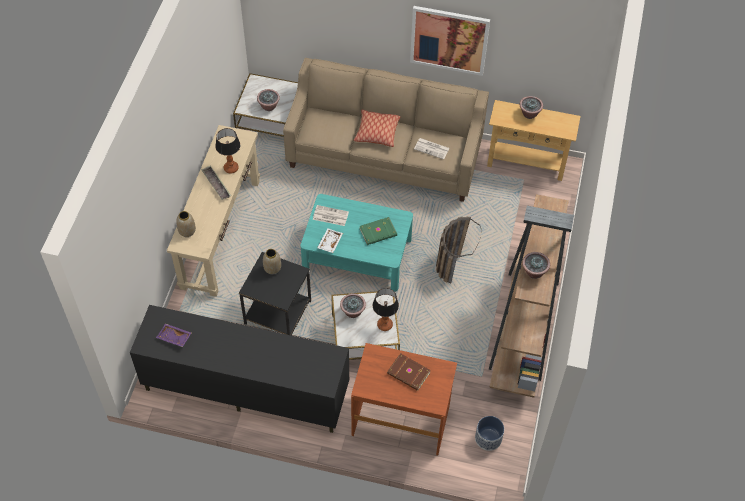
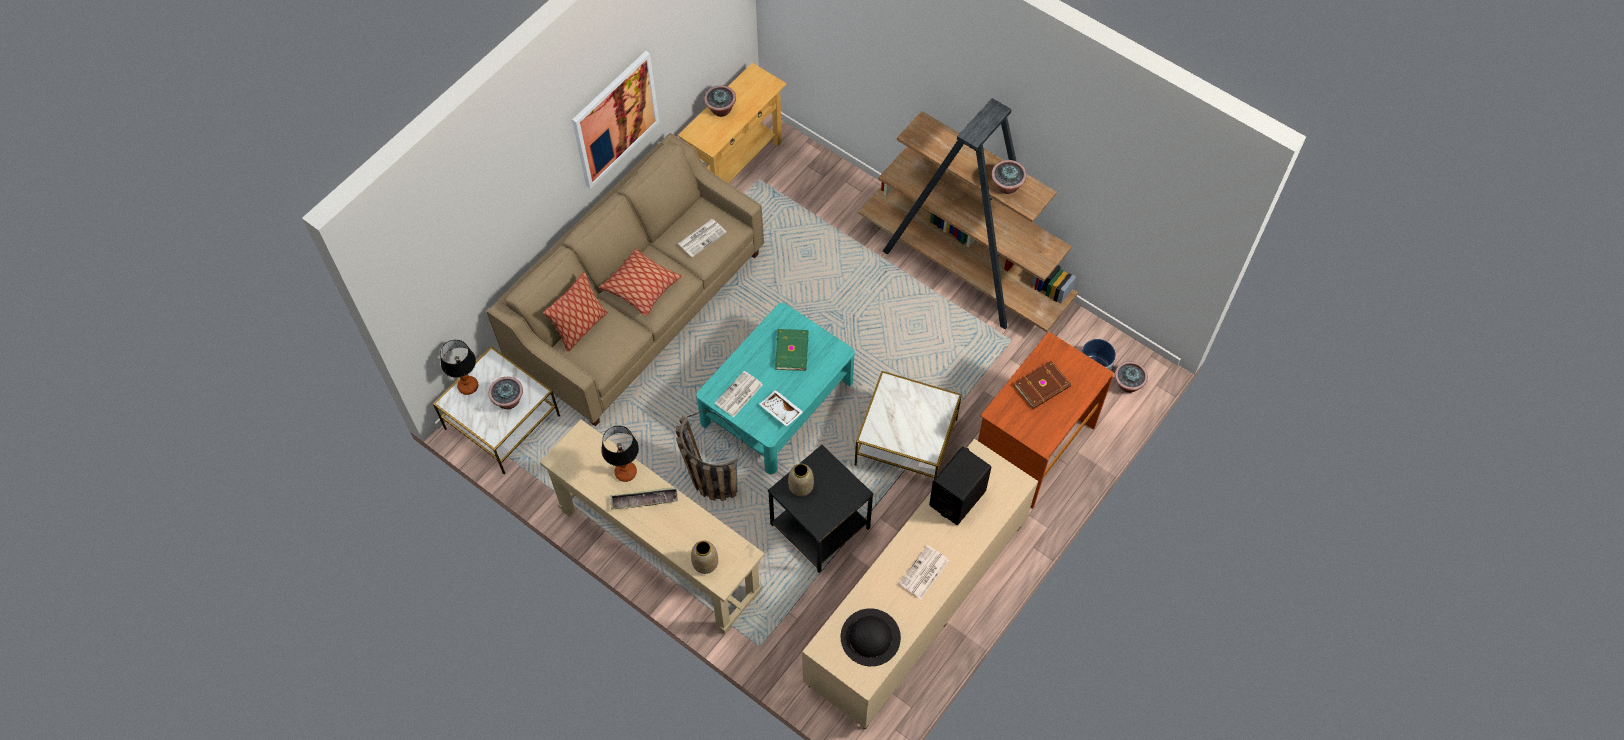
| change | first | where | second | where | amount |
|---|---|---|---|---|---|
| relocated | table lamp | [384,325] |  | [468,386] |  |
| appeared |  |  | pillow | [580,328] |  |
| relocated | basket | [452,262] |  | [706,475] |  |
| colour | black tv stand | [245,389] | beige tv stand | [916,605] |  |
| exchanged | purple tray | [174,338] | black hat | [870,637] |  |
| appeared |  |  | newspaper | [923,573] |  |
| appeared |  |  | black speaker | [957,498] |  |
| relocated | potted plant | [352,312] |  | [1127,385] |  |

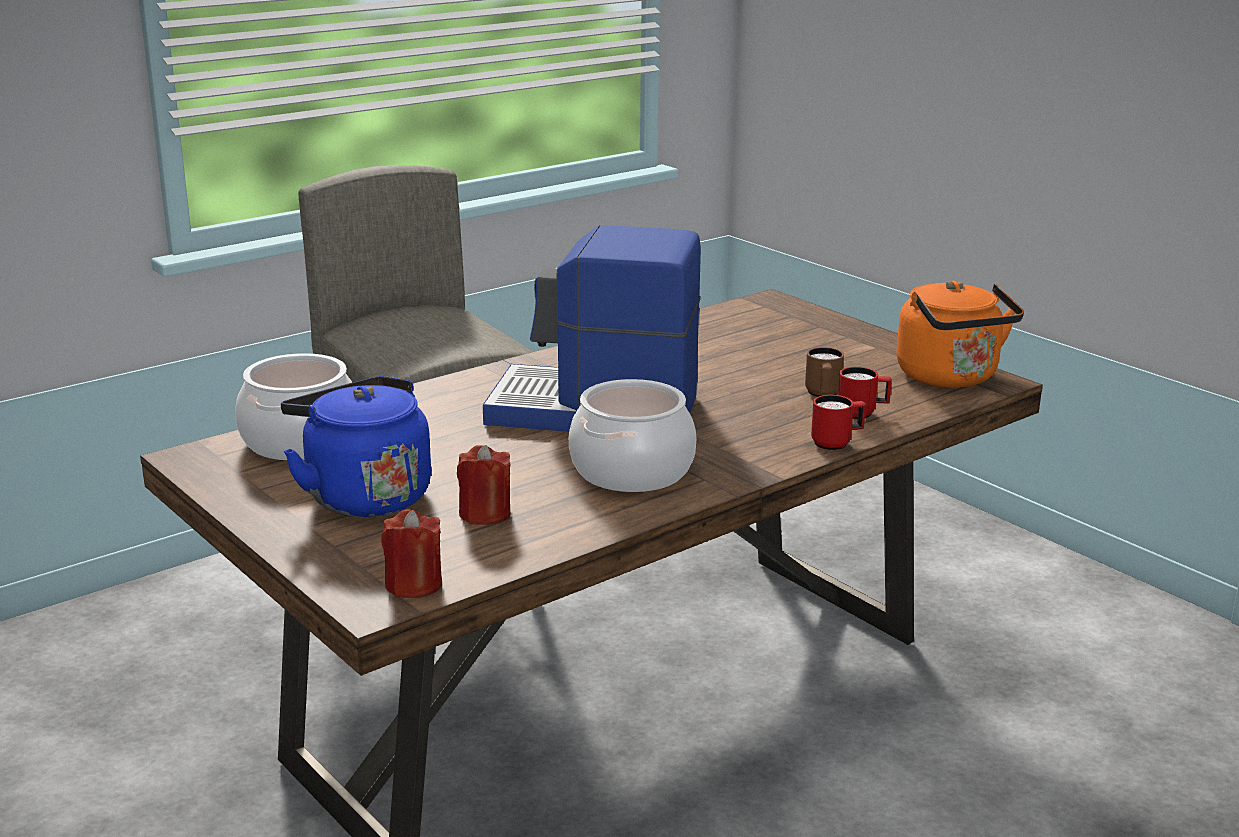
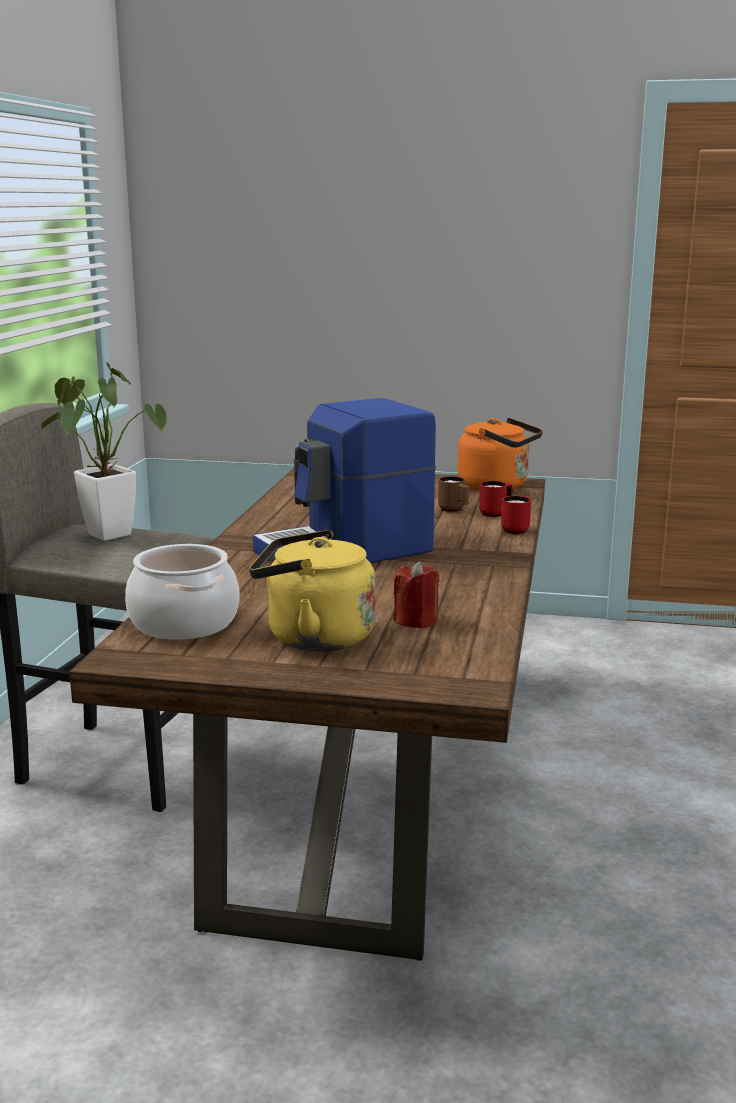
| change | first | where | second | where | amount |
|---|---|---|---|---|---|
| appeared |  |  | potted plant | [105,532] |  |
| colour | blue kettle | [363,496] | yellow kettle | [313,637] |  |
| missing | red candle | [413,585] |  |  |  |
| missing | cooking pot | [632,470] |  |  |  |

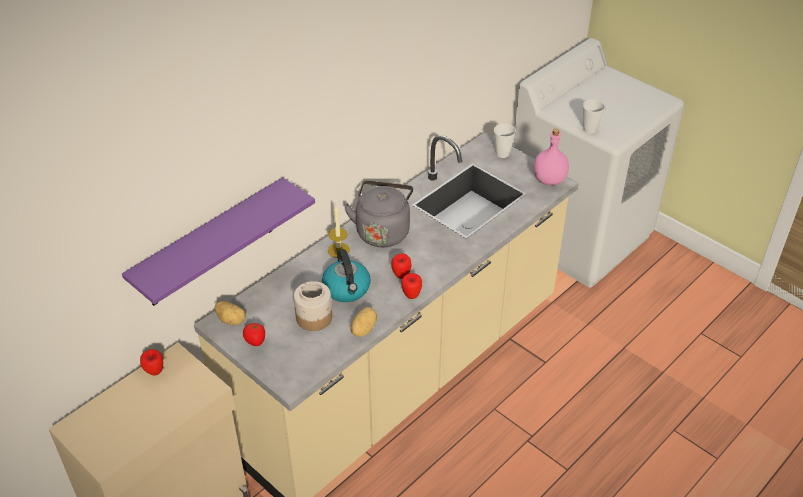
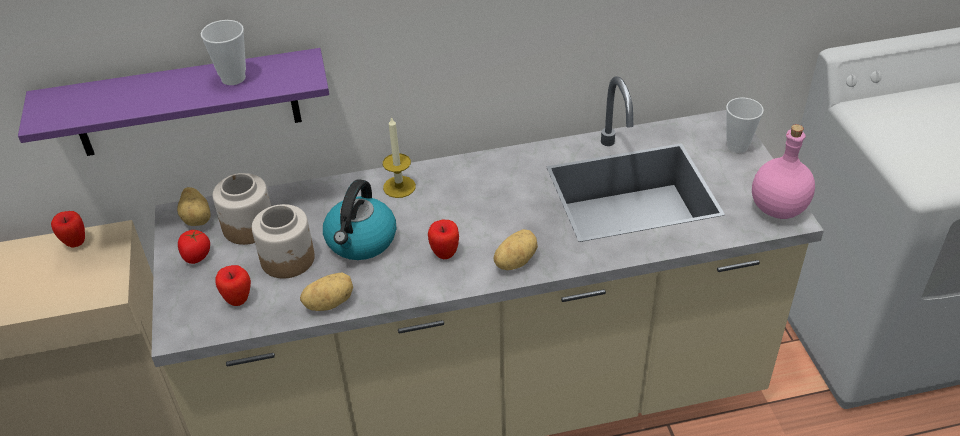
| change | first | where | second | where | amount |
|---|---|---|---|---|---|
| relocated | cup | [589,130] |  | [233,78] |  |
| appeared |  |  | jar | [248,226] |  |
| relocated | apple | [411,295] |  | [238,299] |  |
| appeared |  |  | potato | [514,261] |  |
| missing | grey kettle | [383,231] |  |  |  |

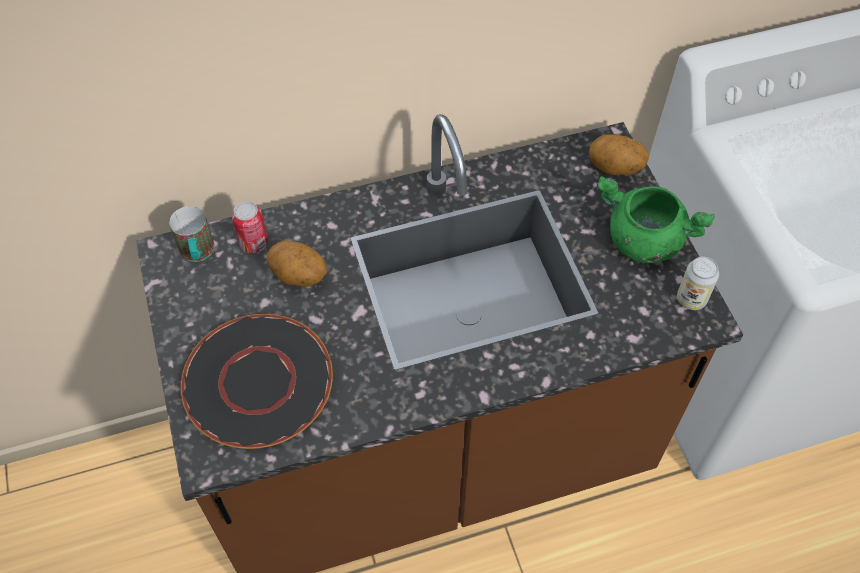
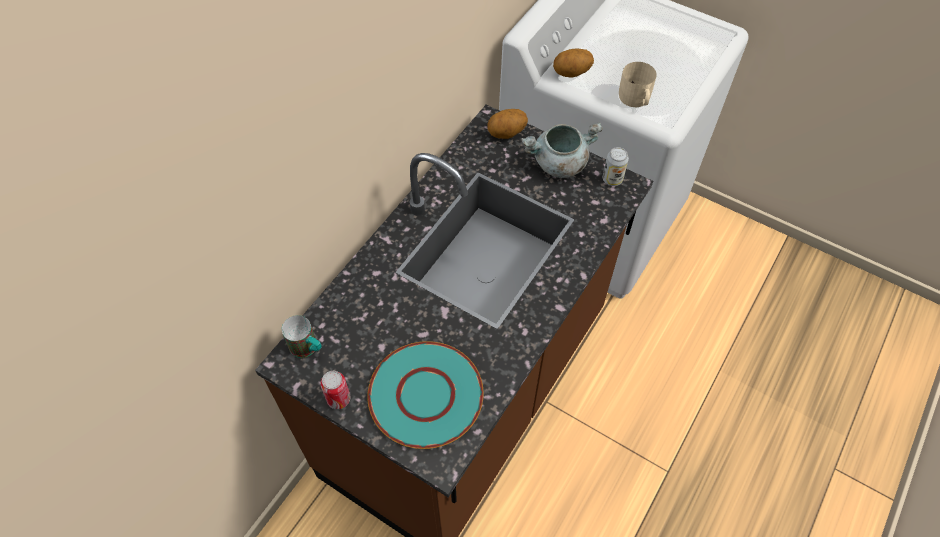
| change | first | where | second | where | amount |
|---|---|---|---|---|---|
| relocated | can | [254,243] |  | [338,399] |  |
| colour | black plate | [258,382] | turquoise plate | [426,395] |  |
| colour | green cooking pot | [642,240] | grey cooking pot | [559,164] |  |
| relocated | potato | [298,277] |  | [571,74] |  |
| appeared |  |  | beige mug | [635,100] |  |

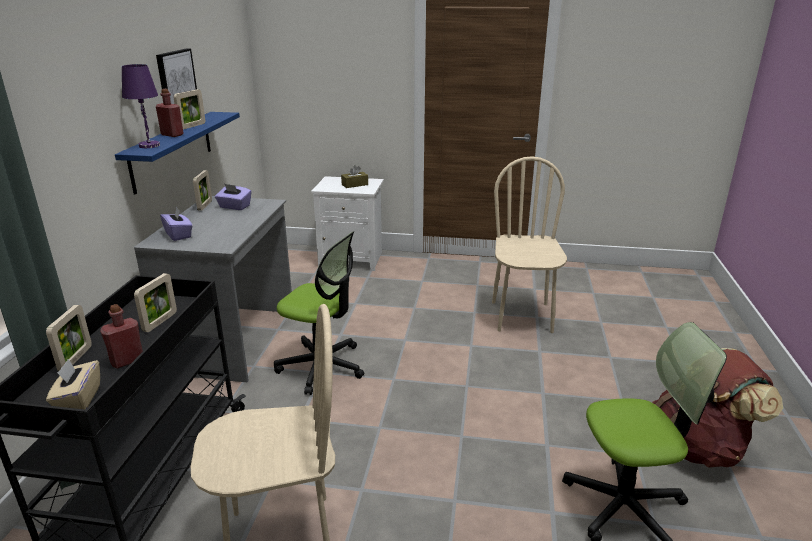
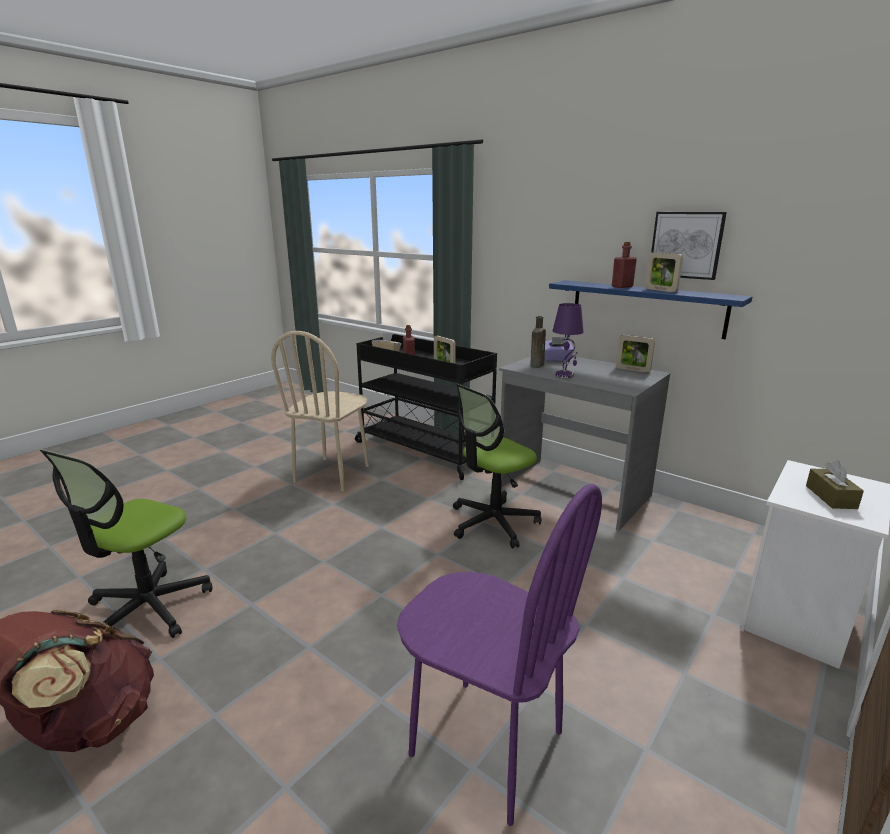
| change | first | where | second | where | amount |
|---|---|---|---|---|---|
| colour | beige chair | [522,317] | purple chair | [486,744] |  |
| appeared |  |  | brown bottle | [537,365] |  |
| relocated | purple table lamp | [149,145] |  | [564,375] |  |
| missing | picture frame | [76,359] |  |  |  |
| missing | purple tissue box | [234,207] |  |  |  |

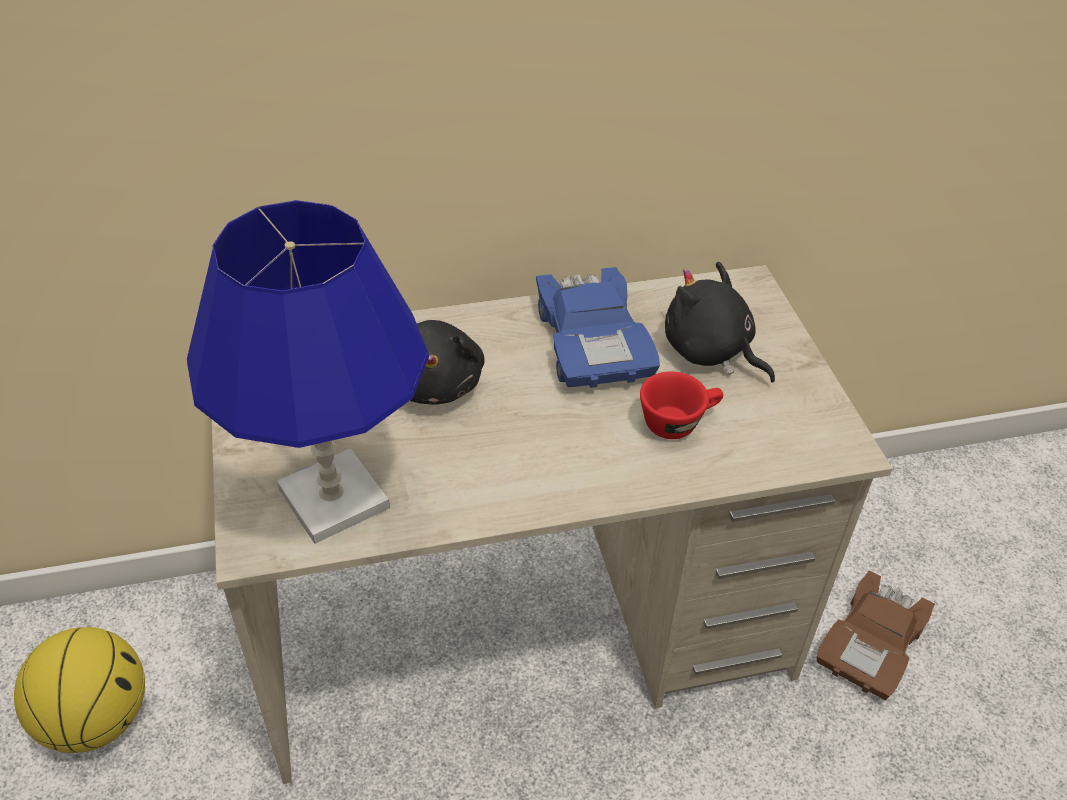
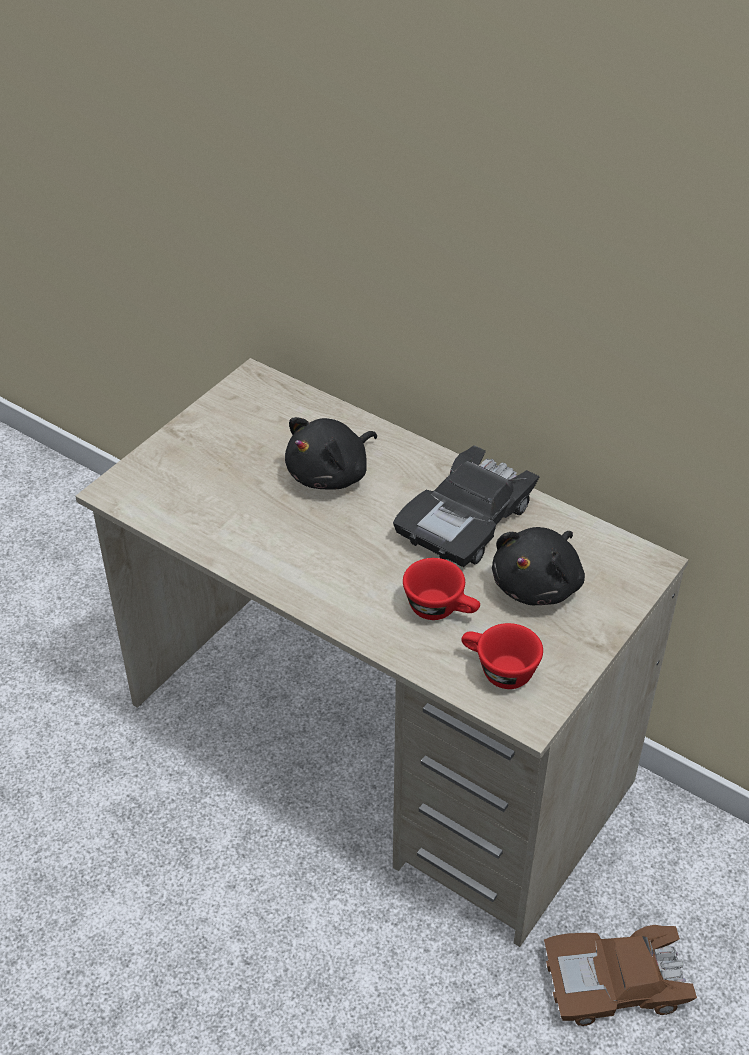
| change | first | where | second | where | amount |
|---|---|---|---|---|---|
| colour | blue toy car | [592,343] | black toy car | [466,520] |  |
| appeared |  |  | red cup | [498,670] |  |
| spun | black plush toy | [710,352] |  | [538,584] | 150 degrees counterclockwise |
| missing | basketball | [97,718] |  |  |  |
| missing | blue table lamp | [332,499] |  |  |  |

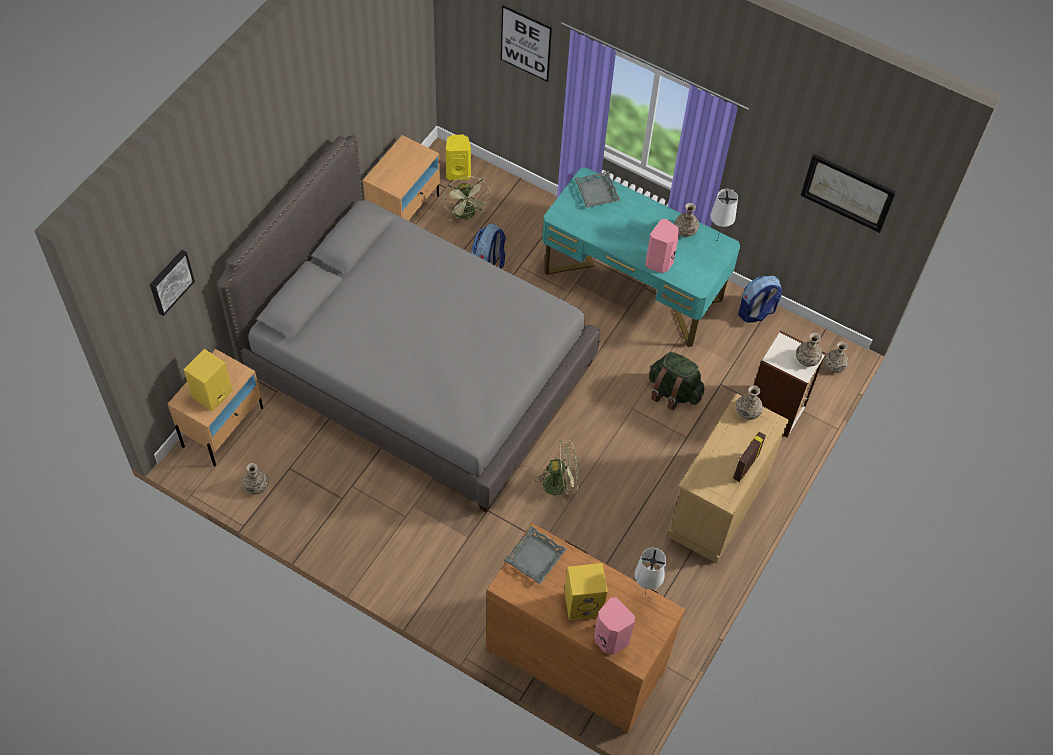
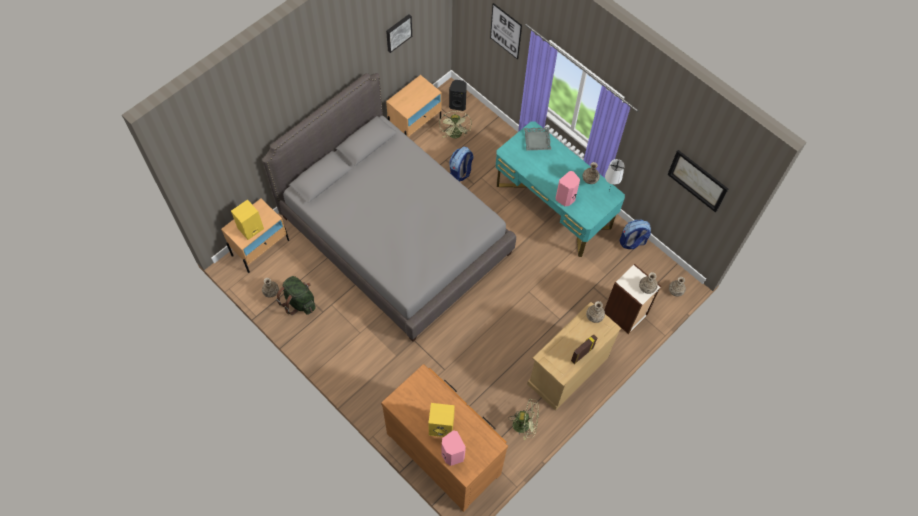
| change | first | where | second | where | amount |
|---|---|---|---|---|---|
| relocated | green backpack | [673,392] |  | [299,301] |  |
| relocated | picture | [170,281] |  | [398,32] |  |
| colour | yellow speaker | [458,172] | black speaker | [458,104] |  |
| relocated | green fan | [560,483] |  | [525,424] |  |
| missing | grey tray | [535,557] |  |  |  |
| missing | white table lamp | [643,597] |  |  |  |

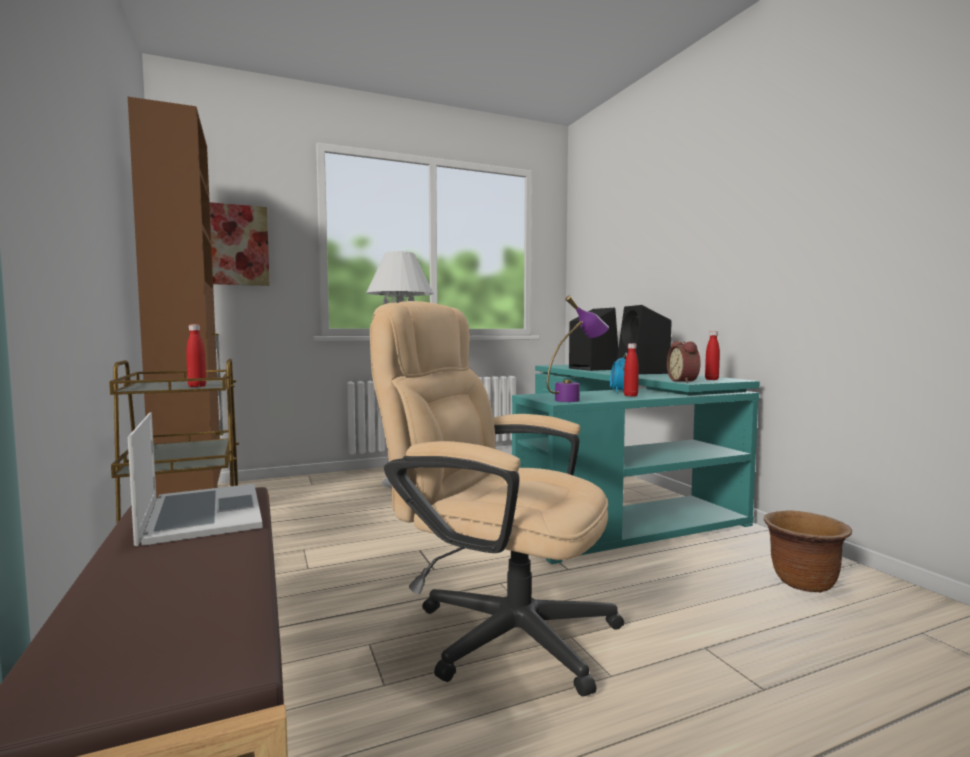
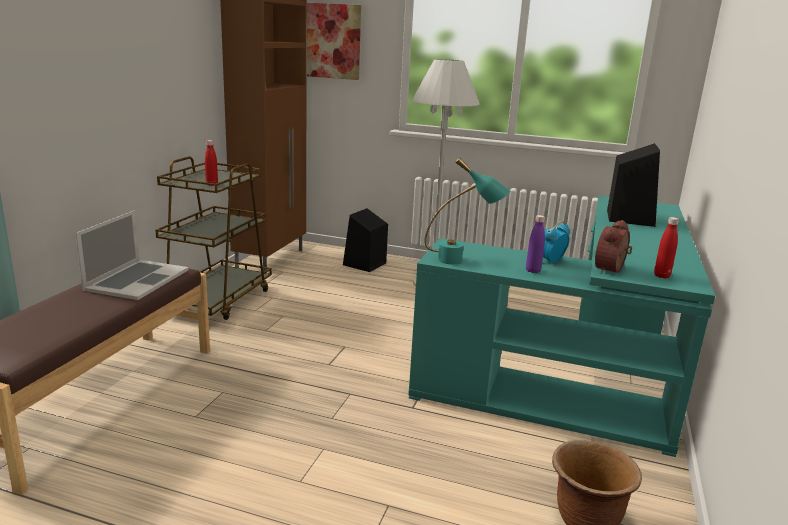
| change | first | where | second | where | amount |
|---|---|---|---|---|---|
| relocated | black speaker | [642,372] |  | [364,264] |  |
| colour | purple table lamp | [576,399] | turquoise table lamp | [462,261] |  |
| colour | red bottle | [630,396] | purple bottle | [533,271] |  |
| missing | beige office chair | [497,628] |  |  |  |

